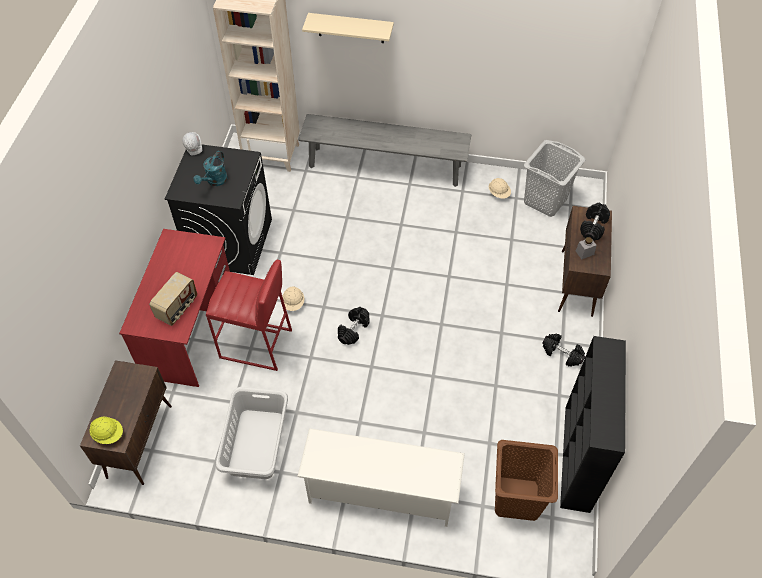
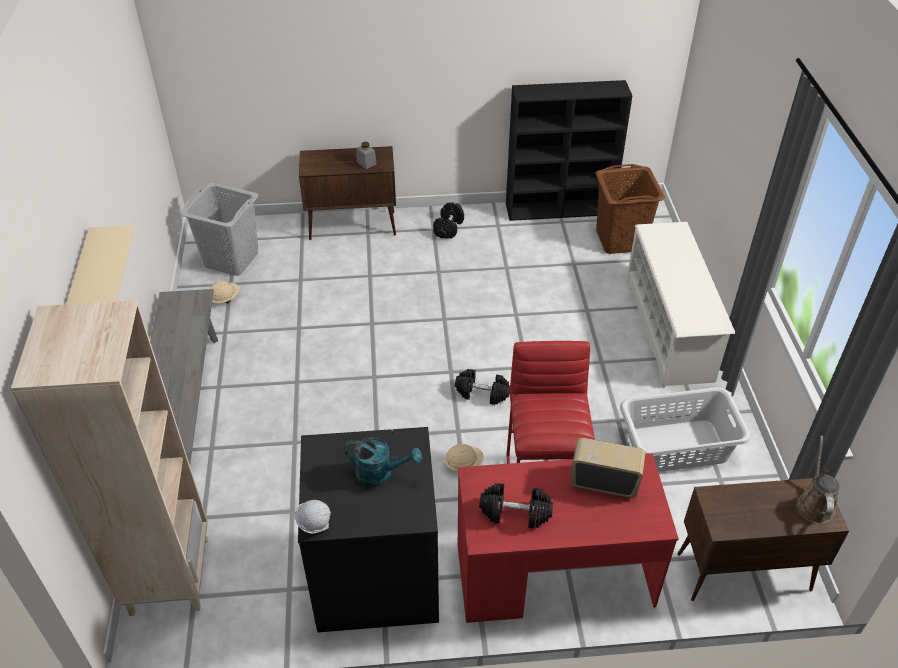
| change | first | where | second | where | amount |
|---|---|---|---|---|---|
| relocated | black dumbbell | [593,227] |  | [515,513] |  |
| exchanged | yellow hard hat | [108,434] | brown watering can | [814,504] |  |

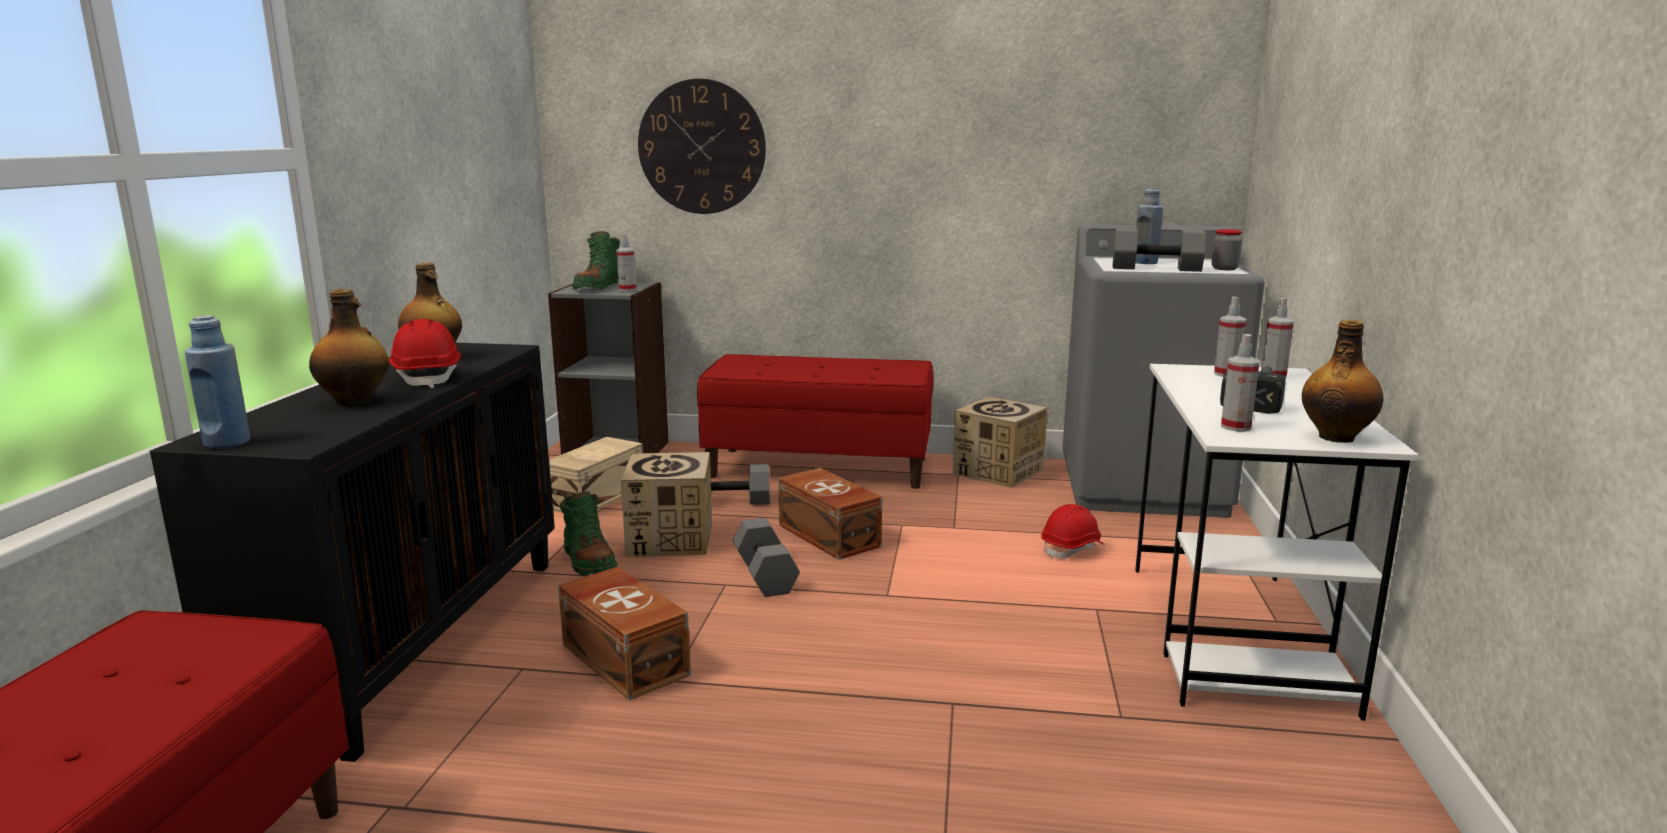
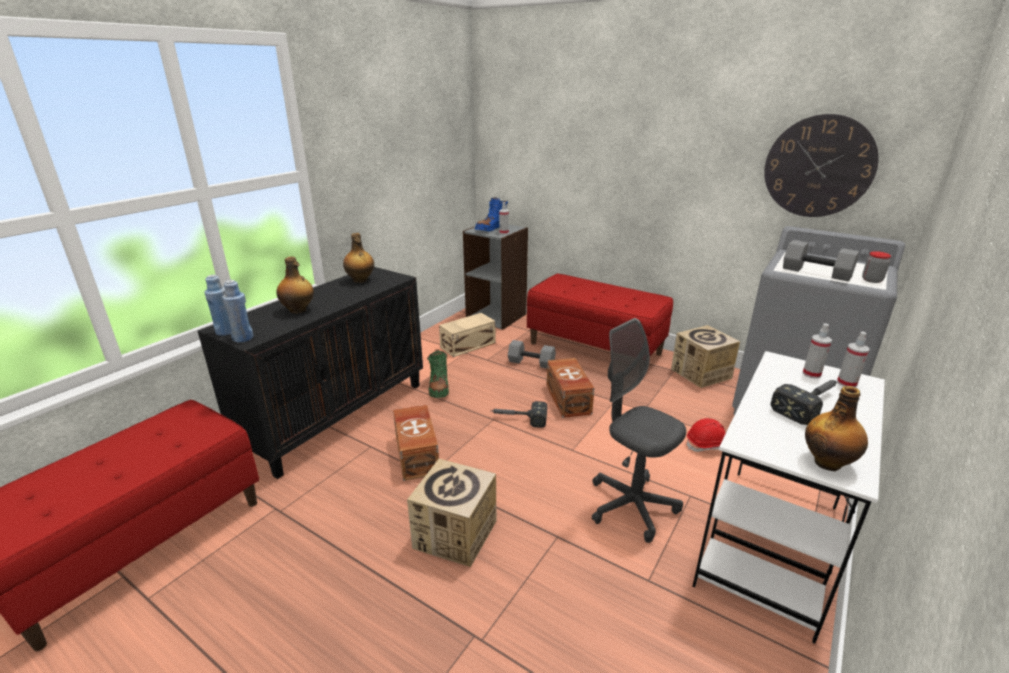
| change | first | where | second | where | amount |
|---|---|---|---|---|---|
| relocated | blue bottle | [1145,263] |  | [243,338] |  |
| relocated | cardboard box | [670,539] |  | [455,534] |  |
| colour | green boot | [599,287] | blue boot | [492,228] |  |
| exchanged | grey dumbbell | [767,575] | hammer | [518,419] |  |
| appeared |  |  | grey office chair | [631,506] |  |
| relocated | wall clock | [702,147] |  | [818,167] |  |
| missing | red hard hat | [428,377] |  |  |  |
| missing | spray bottle | [1236,427] |  |  |  |

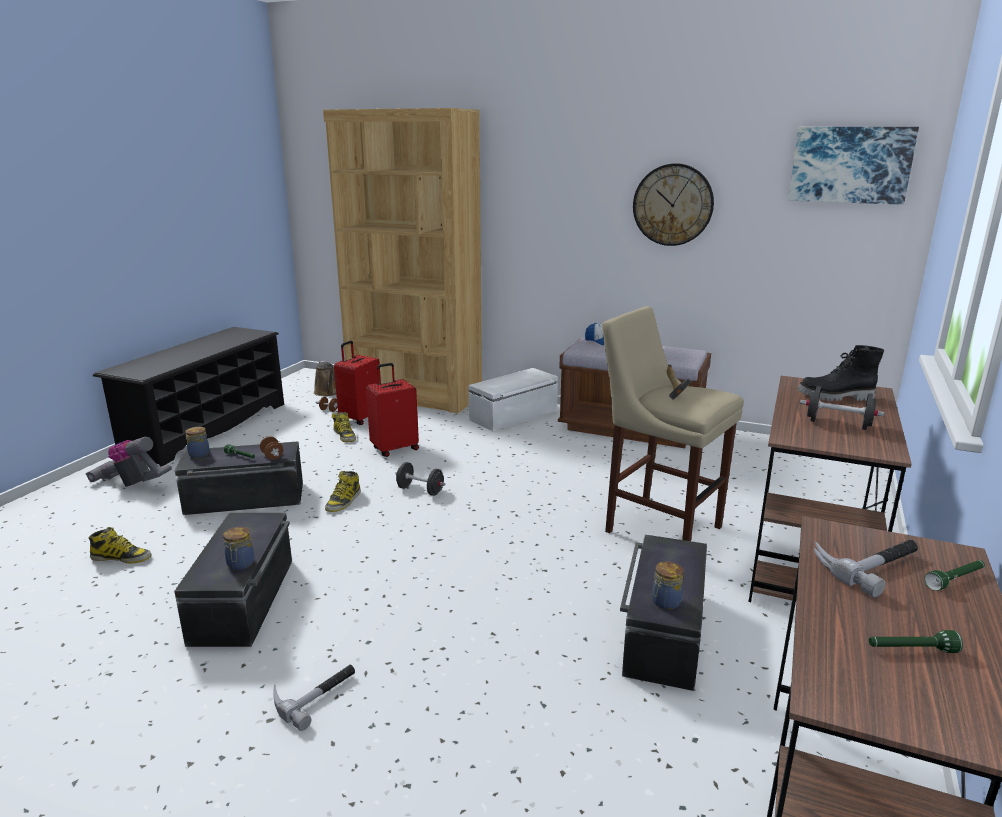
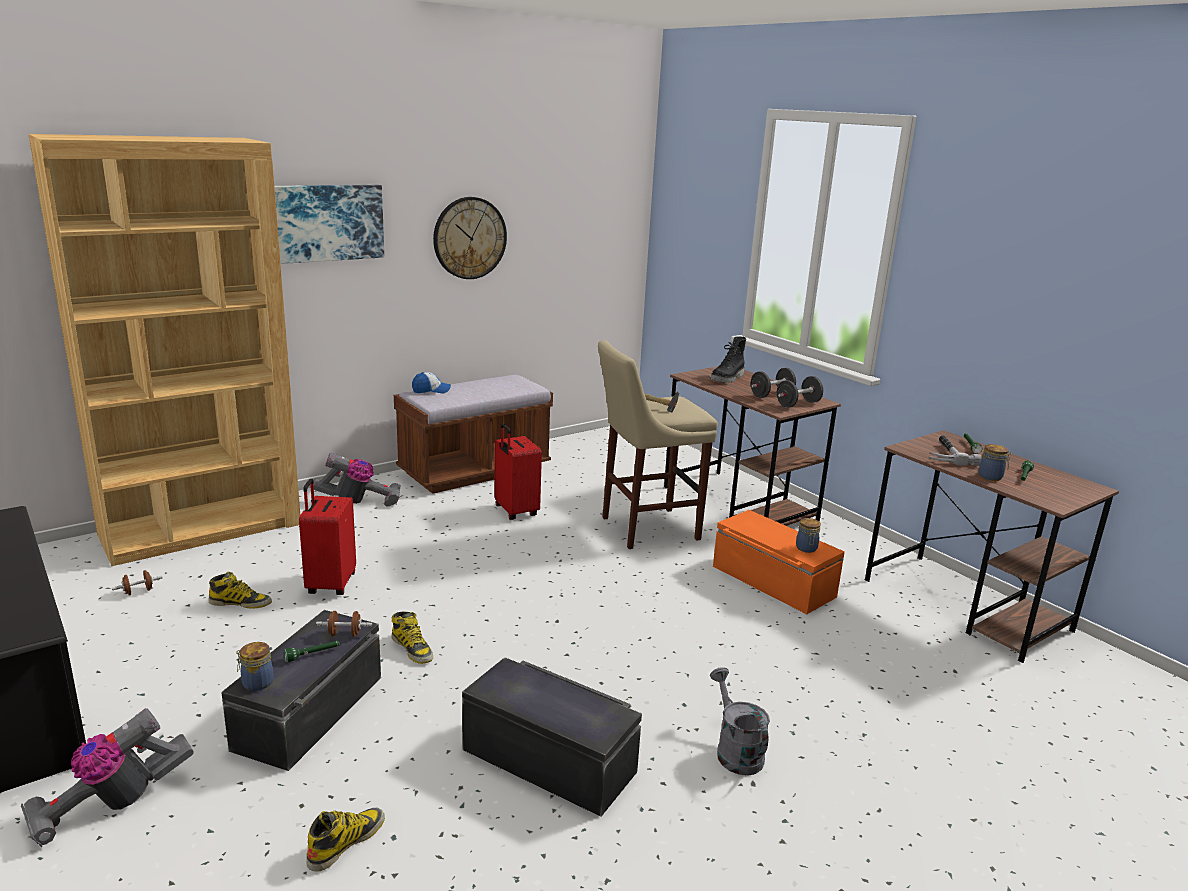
| change | first | where | second | where | amount |
|---|---|---|---|---|---|
| relocated | picture | [850,165] |  | [328,222] |  |
| exchanged | white storage box | [514,415] | vacuum cleaner | [359,502] |  |
| relocated | red suitcase | [360,418] |  | [515,511] |  |
| exchanged | hammer | [315,694] | grey watering can | [735,751] |  |
| colour | black storage box | [662,632] | orange storage box | [772,582] |  |
| relocated | black dumbbell | [420,490] |  | [798,404] |  |
| relocated | jar | [240,564] |  | [991,477] |  |
| missing | brown watering can | [328,392] |  |  |  |

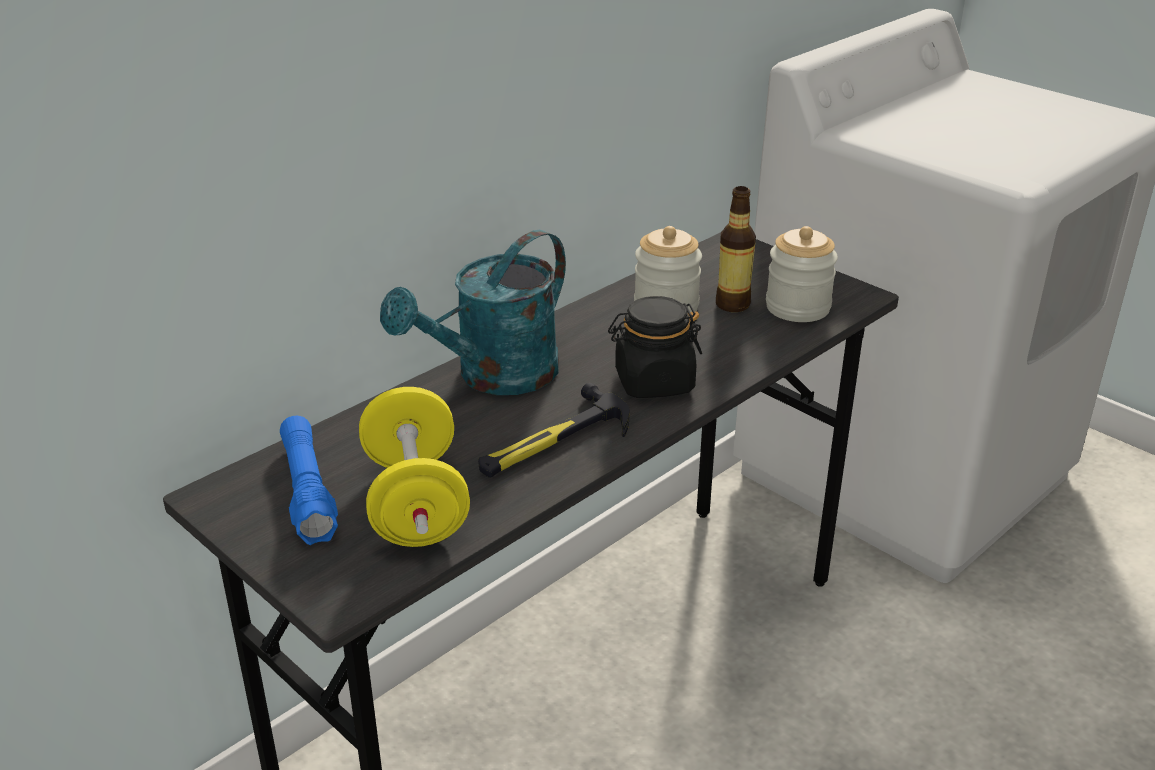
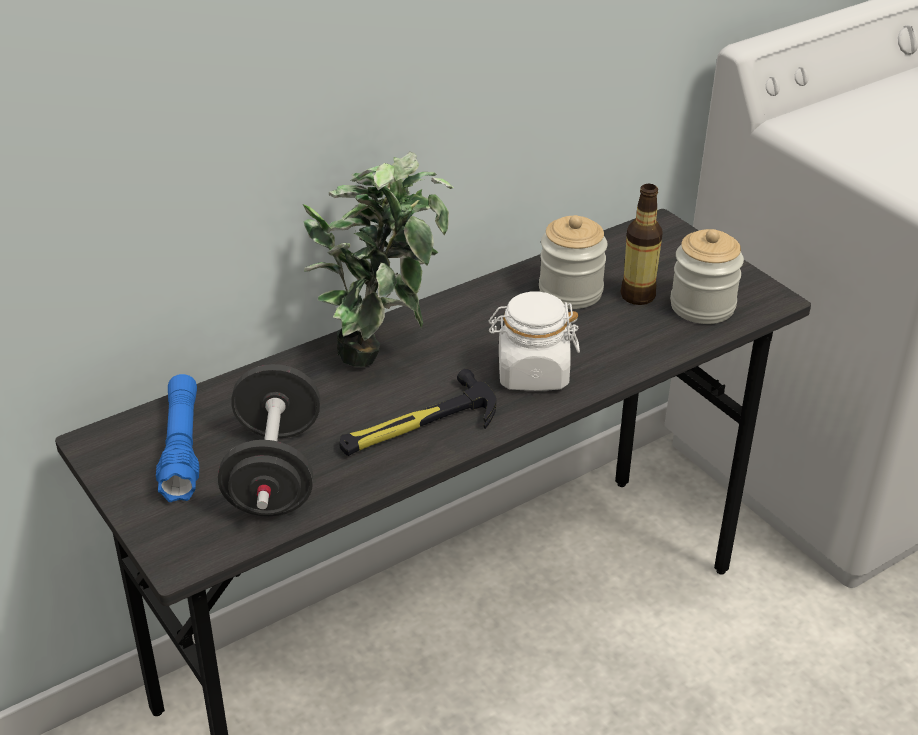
| change | first | where | second | where | amount |
|---|---|---|---|---|---|
| colour | yellow dumbbell | [415,503] | black dumbbell | [274,473] |  |
| exchanged | turquoise watering can | [494,377] | potted plant | [382,351] |  |
| colour | black jar | [653,382] | white jar | [532,373] |  |

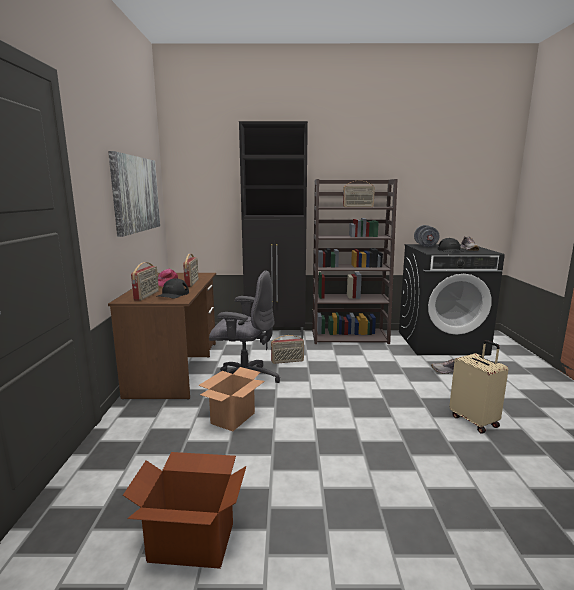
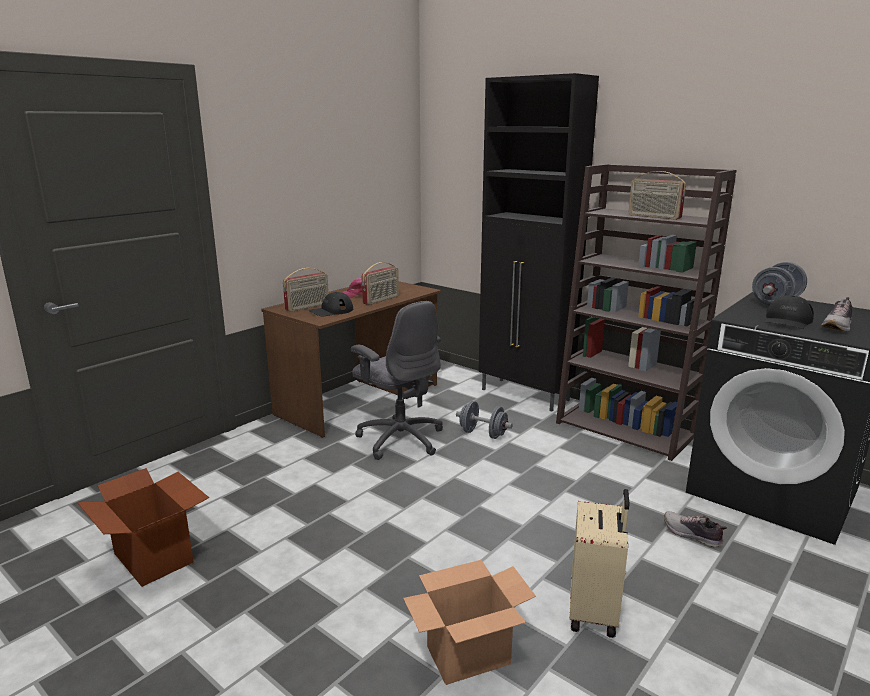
| change | first | where | second | where | amount |
|---|---|---|---|---|---|
| relocated | cardboard box | [233,418] |  | [467,656] |  |
| exchanged | radio | [287,361] | grey dumbbell | [483,434] |  |
| missing | picture | [136,194] |  |  |  |

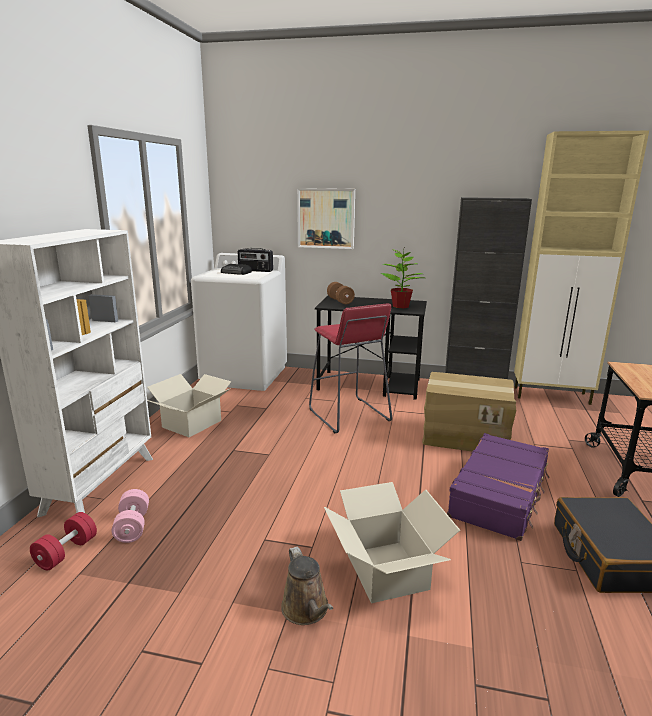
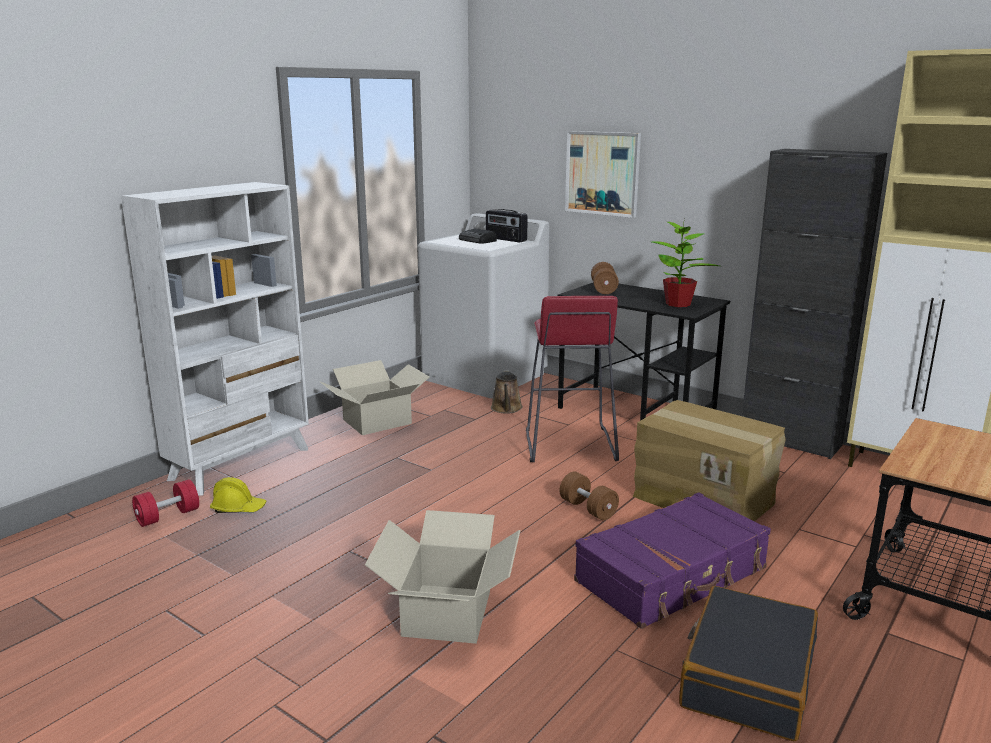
| change | first | where | second | where | amount |
|---|---|---|---|---|---|
| exchanged | pink dumbbell | [132,526] | yellow hard hat | [238,508] |  |
| relocated | brown watering can | [306,610] |  | [506,409] |  |
| appeared |  |  | brown dumbbell | [588,509] |  |

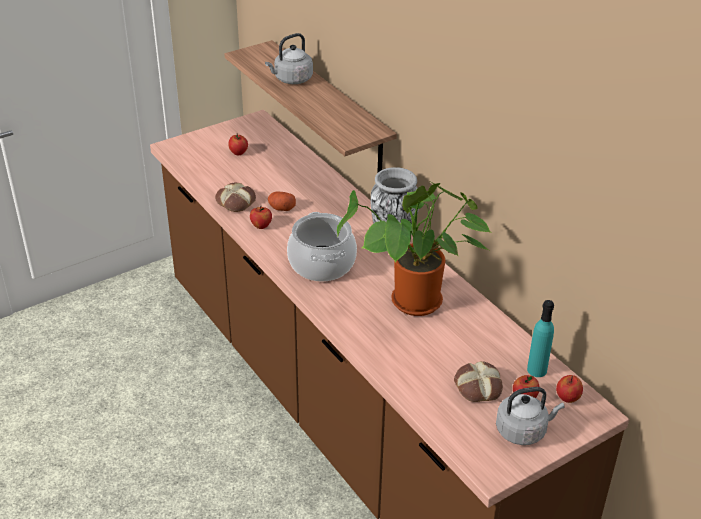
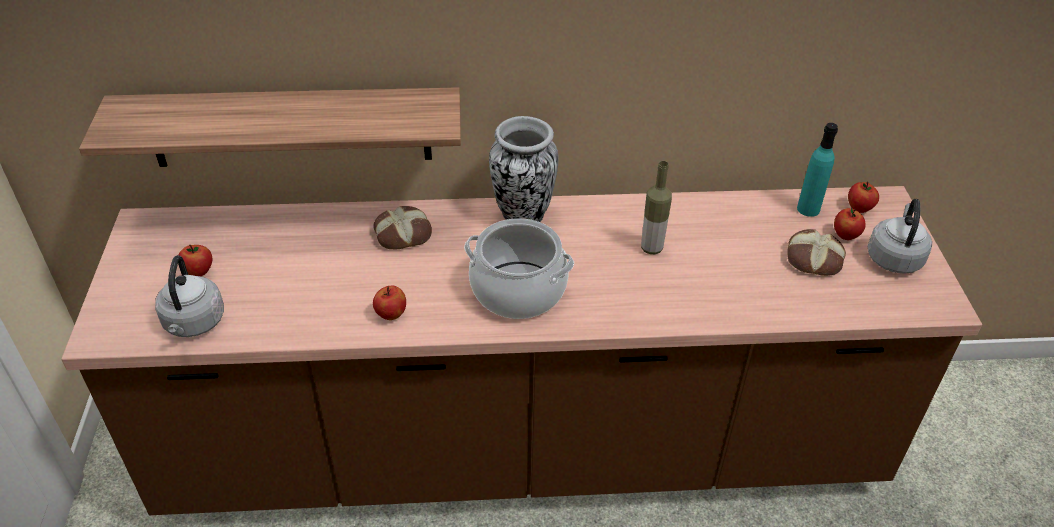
| change | first | where | second | where | amount |
|---|---|---|---|---|---|
| relocated | grey kettle | [291,79] |  | [194,324] |  |
| relocated | bread | [236,201] |  | [403,233] |  |
| exchanged | potted plant | [414,305] | bottle | [651,248] |  |
| missing | potato | [281,208] |  |  |  |

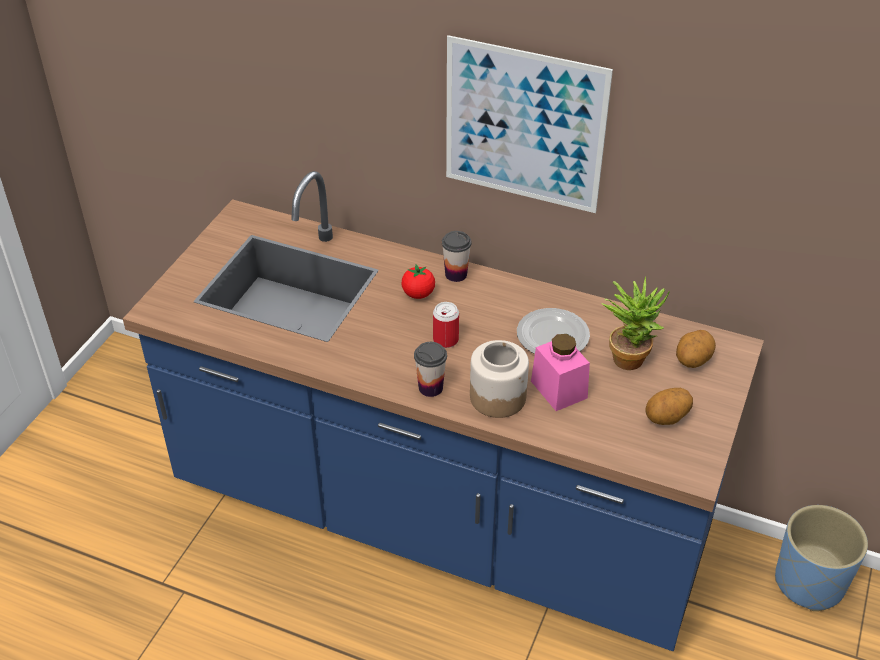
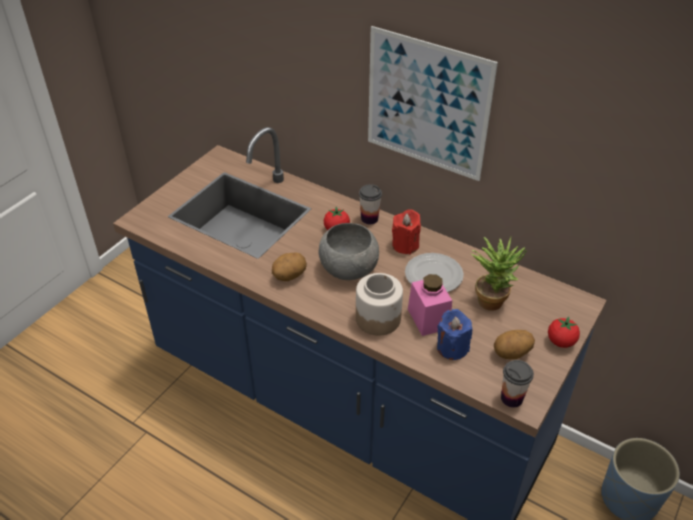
| change | first | where | second | where | amount |
|---|---|---|---|---|---|
| relocated | potato | [692,360] |  | [289,276] |  |
| exchanged | can | [445,340] | grey bowl | [348,268] |  |
| appeared |  |  | red candle | [405,245] |  |
| appeared |  |  | blue candle | [452,348] |  |
| relocated | cup | [430,388] |  | [511,398] |  |
| appeared |  |  | tomato | [561,341] |  |

